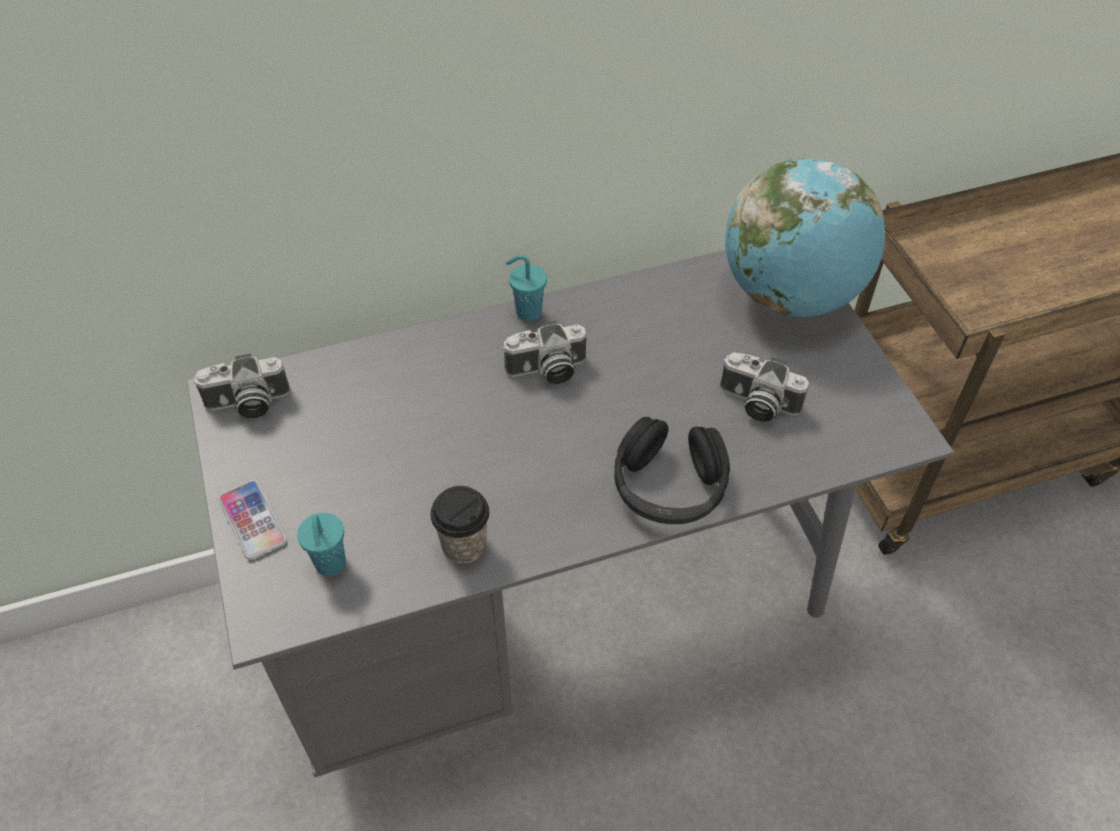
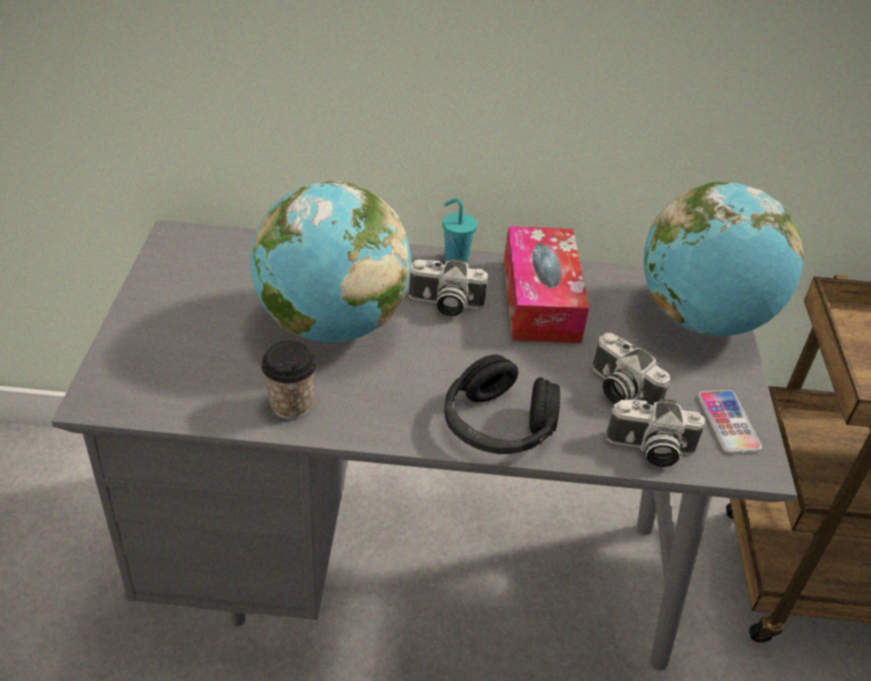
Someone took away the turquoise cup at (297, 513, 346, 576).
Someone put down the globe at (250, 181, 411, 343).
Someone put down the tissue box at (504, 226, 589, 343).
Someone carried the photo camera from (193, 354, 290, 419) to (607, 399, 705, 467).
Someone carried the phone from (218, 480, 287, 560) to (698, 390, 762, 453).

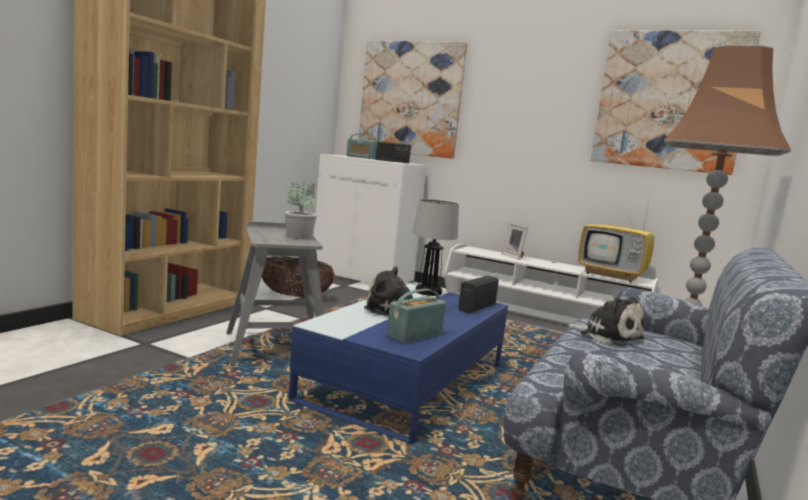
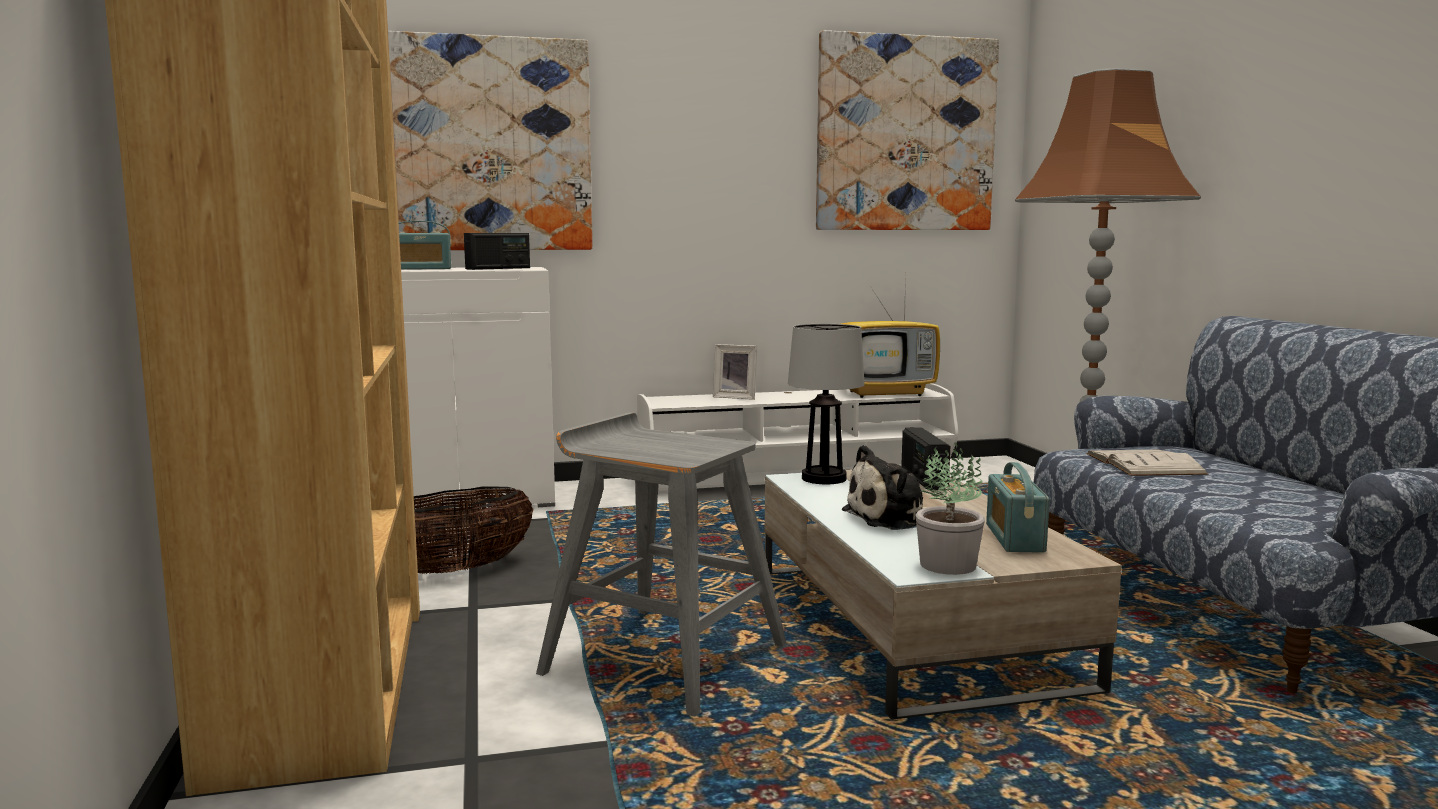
Someone carried the potted plant from (285, 182, 317, 239) to (916, 442, 985, 575).
Someone swapped the plush toy at (568, 297, 644, 347) for the white book at (1086, 450, 1208, 476).
Someone repainted the blue coffee table at (288, 284, 508, 444), which became the beige coffee table at (765, 470, 1122, 720).

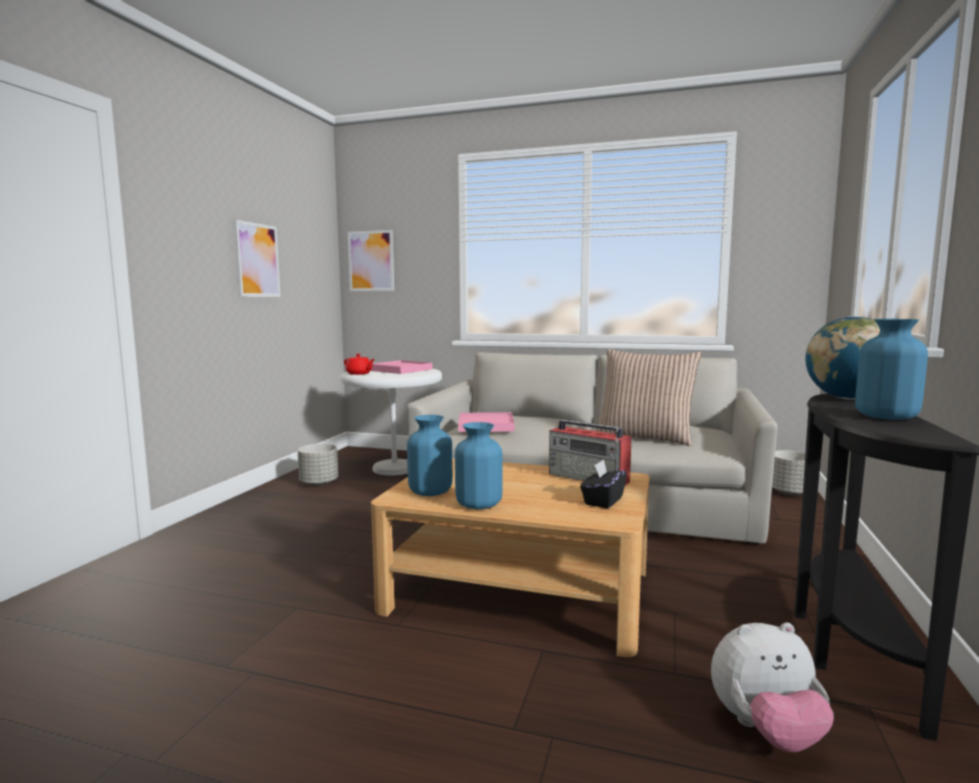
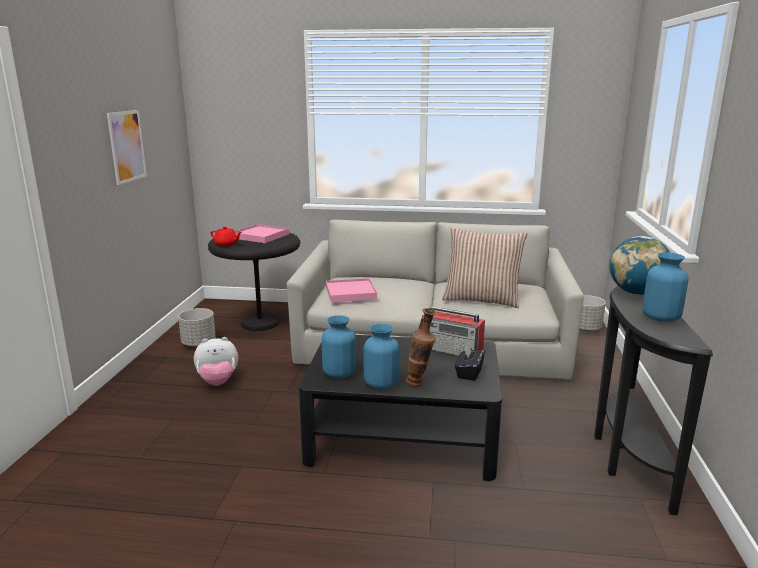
Someone took away the picture at (348, 230, 394, 291).
Someone put down the vase at (406, 308, 437, 387).
Someone carried the plush toy from (711, 623, 834, 752) to (194, 337, 238, 386).
Someone repainted the white side table at (340, 369, 442, 476), which became the black side table at (208, 233, 300, 331).
Someone repainted the beige coffee table at (371, 458, 650, 657), which became the black coffee table at (298, 335, 502, 481).

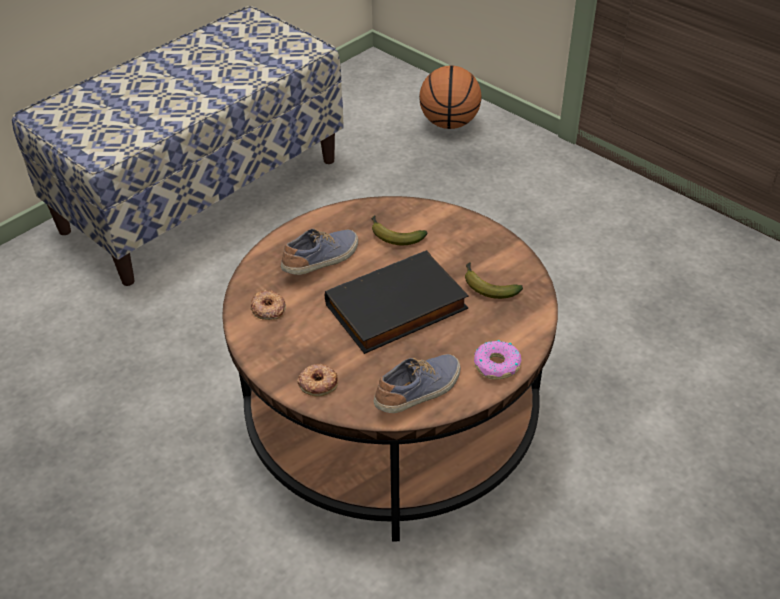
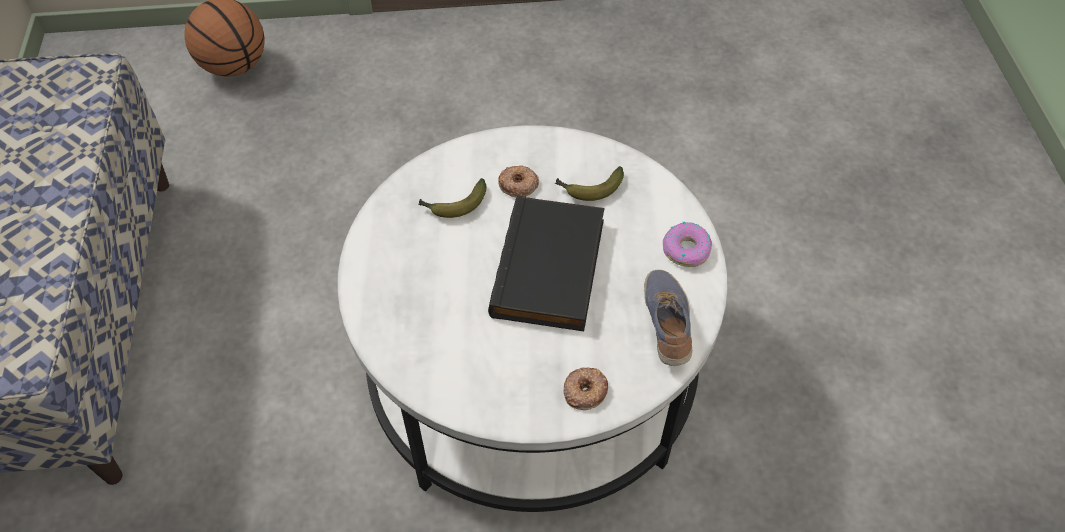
Someone took away the shoe at (281, 229, 358, 275).
Someone carried the donut from (250, 290, 286, 320) to (498, 165, 539, 198).
Someone repainted the brown coffee table at (222, 196, 558, 542), which became the white coffee table at (337, 125, 728, 512).

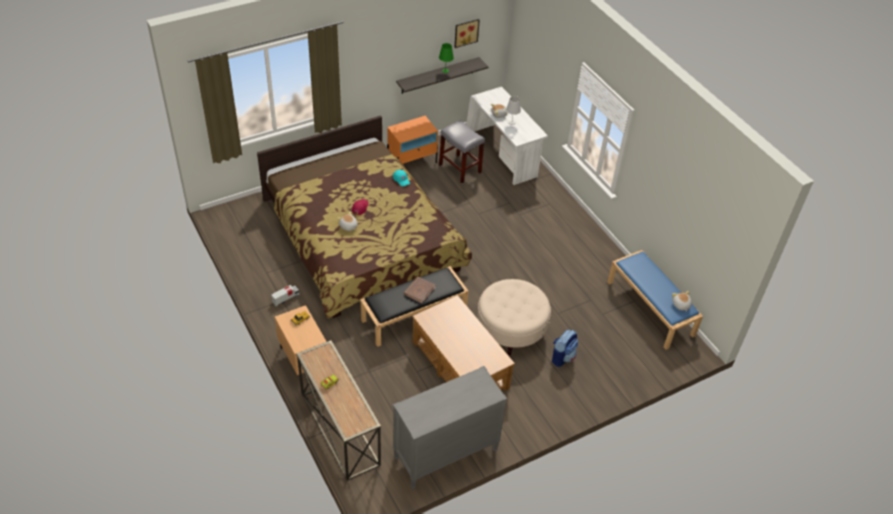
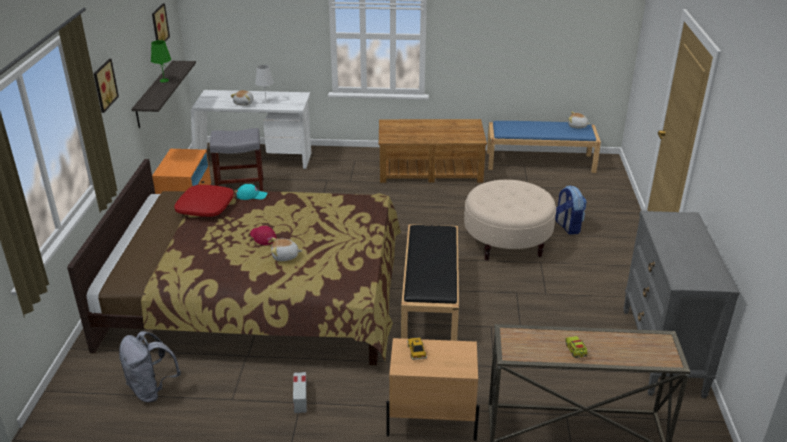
Someone took away the brown book at (404, 277, 436, 304).
Someone put up the picture at (94, 59, 119, 113).
Someone put down the grey backpack at (119, 331, 181, 402).
Someone put down the red pillow at (174, 185, 234, 217).
Someone carried the brown coffee table from (412, 295, 515, 391) to (379, 119, 487, 183).

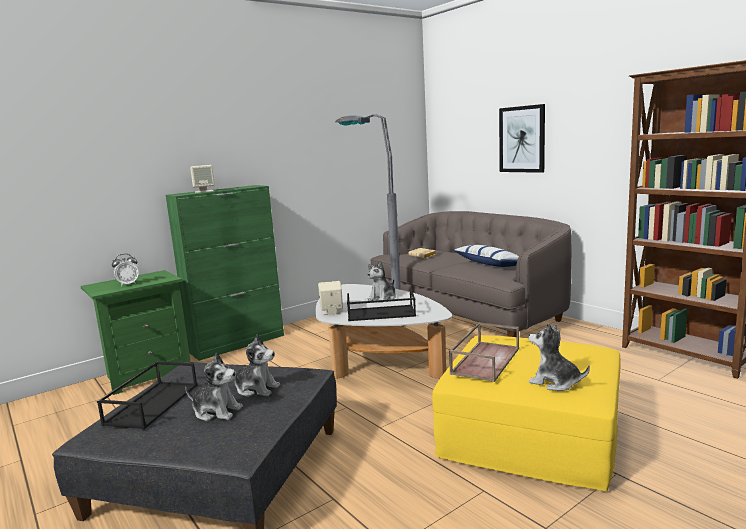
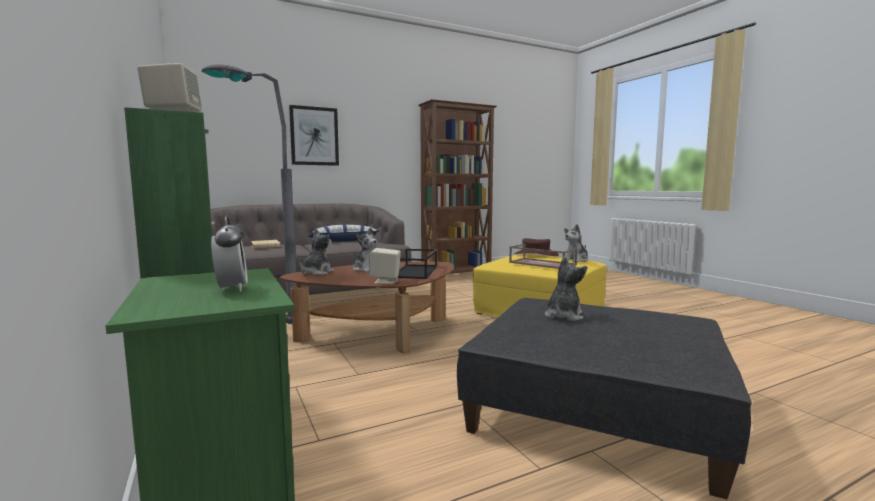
Someone took away the black tray at (97, 362, 197, 429).
Someone put down the brown hat at (514, 238, 559, 256).
Someone carried the plush toy from (185, 352, 243, 421) to (299, 229, 334, 275).
Someone repainted the white coffee table at (315, 284, 452, 379), which became the brown coffee table at (280, 262, 454, 353).

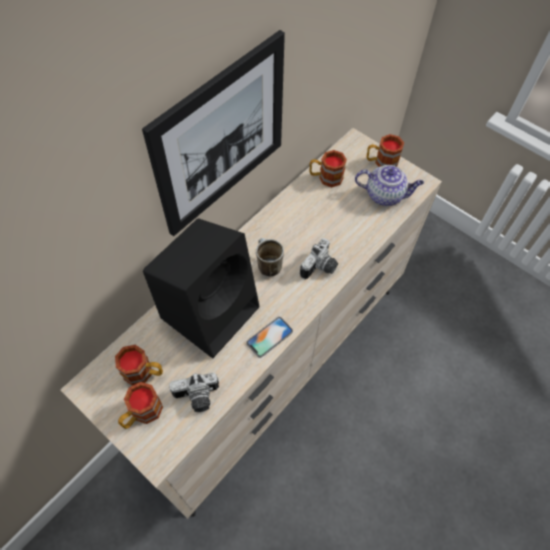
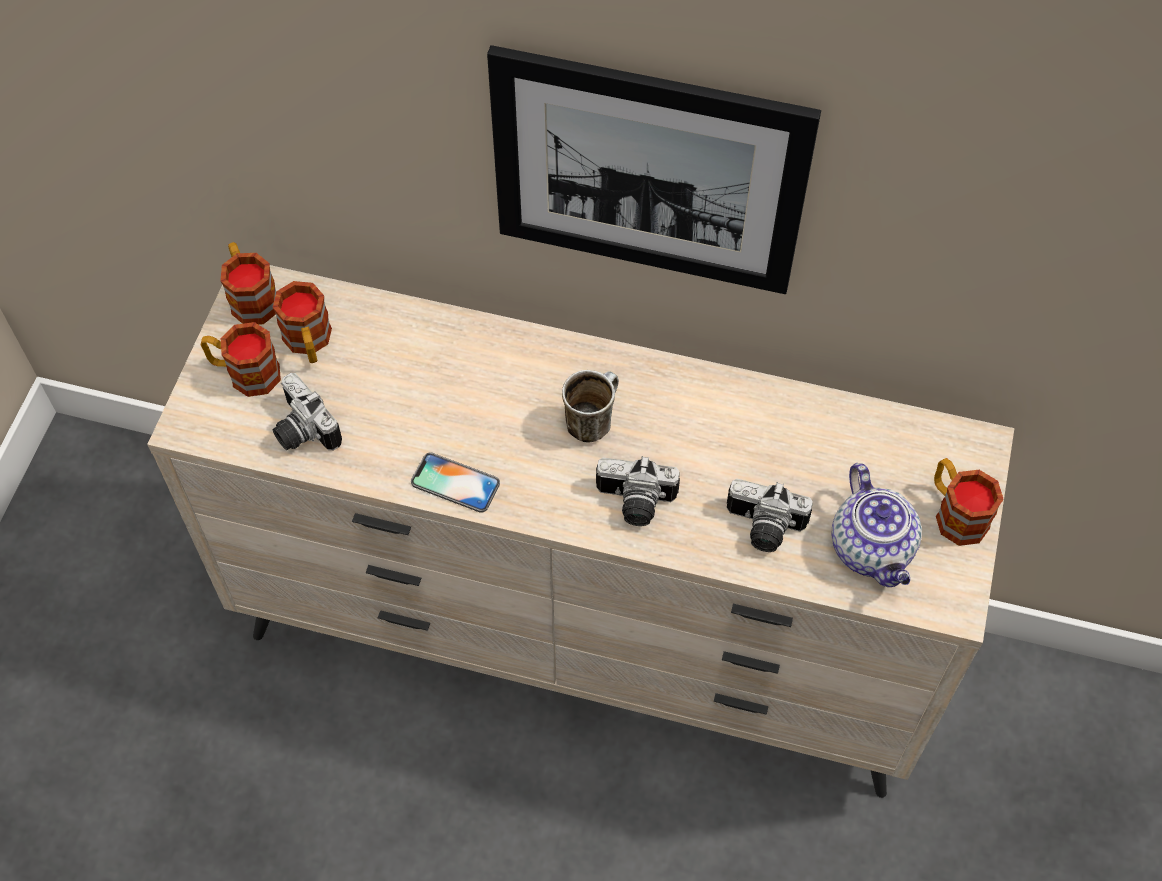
Someone took away the black speaker at (143, 218, 259, 358).
Someone put down the photo camera at (727, 479, 813, 552).
Someone carried the mug from (310, 150, 347, 187) to (221, 242, 276, 325).

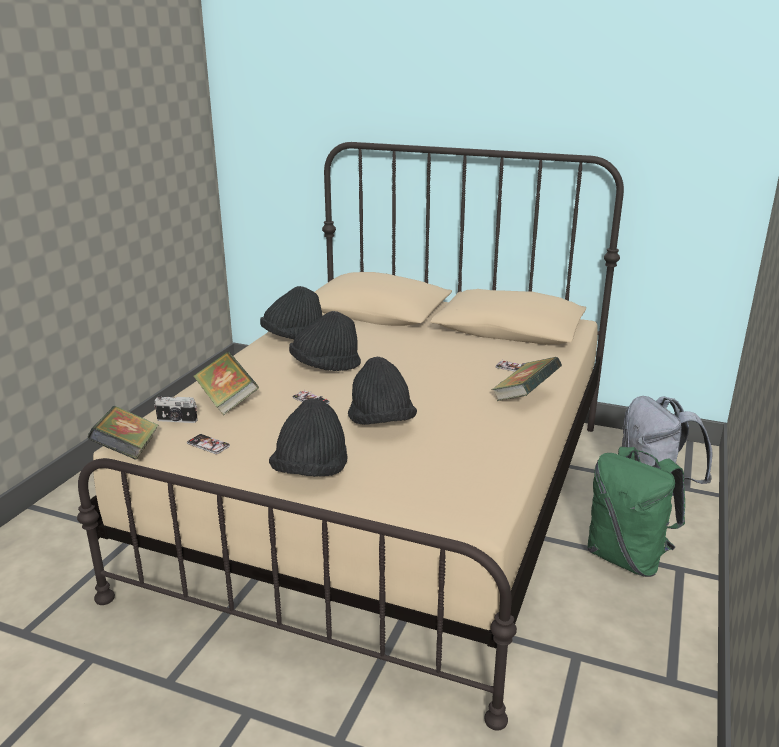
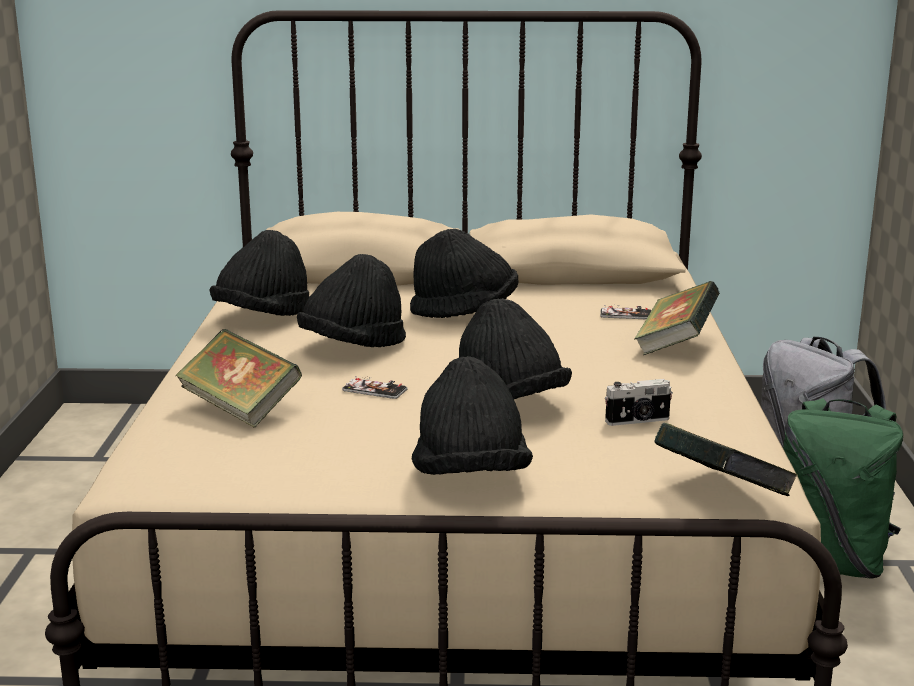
Someone took away the phone at (187, 434, 230, 454).
Someone put down the black hat at (410, 229, 519, 318).
Someone carried the book from (87, 406, 158, 460) to (654, 423, 798, 496).
Someone carried the photo camera from (154, 395, 198, 423) to (605, 379, 673, 426).

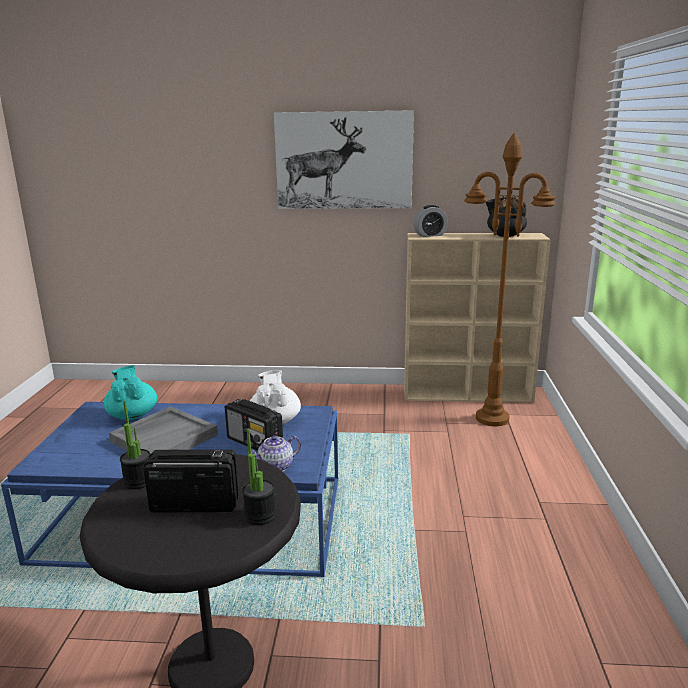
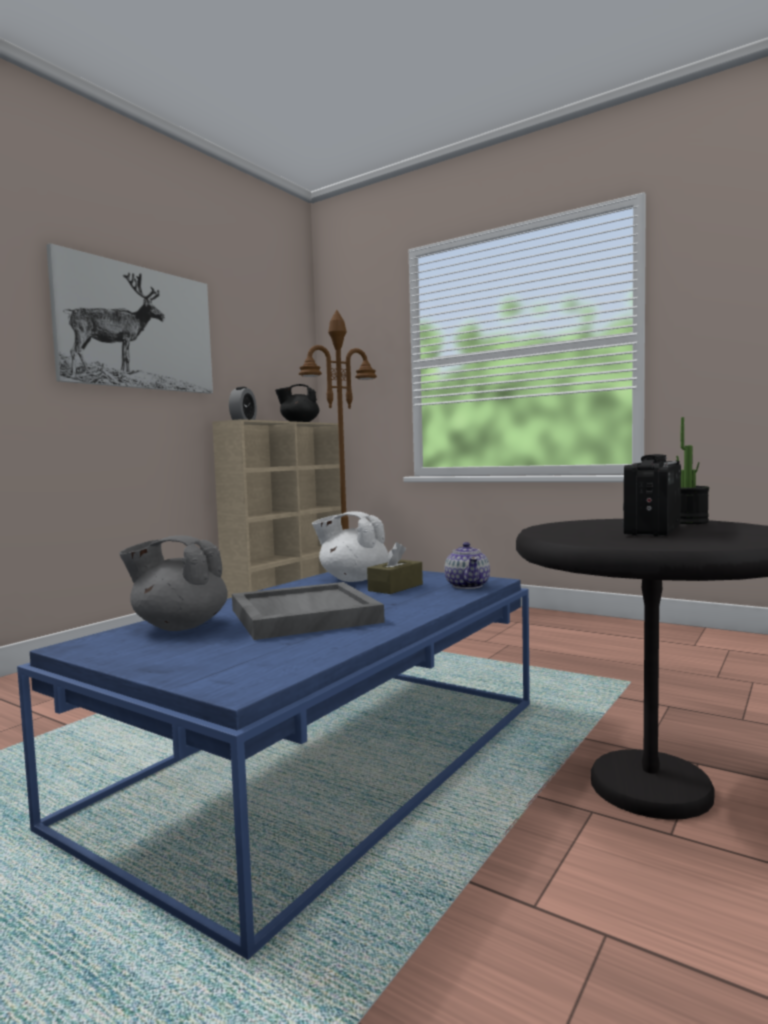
Someone took away the potted plant at (120, 401, 150, 489).
Someone swapped the radio at (225, 399, 283, 451) for the brown tissue box at (367, 542, 423, 594).
Someone repainted the turquoise teapot at (104, 365, 157, 420), which became the grey teapot at (119, 536, 228, 631).

